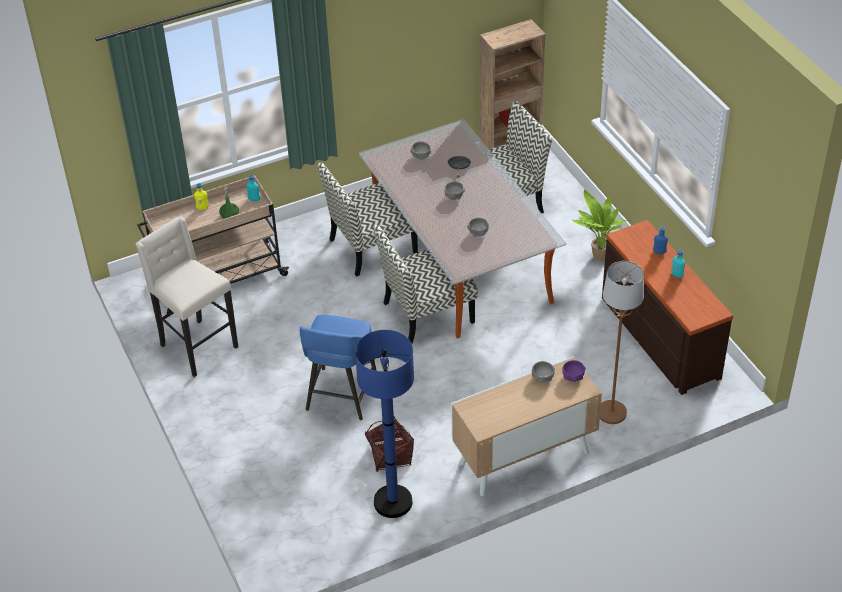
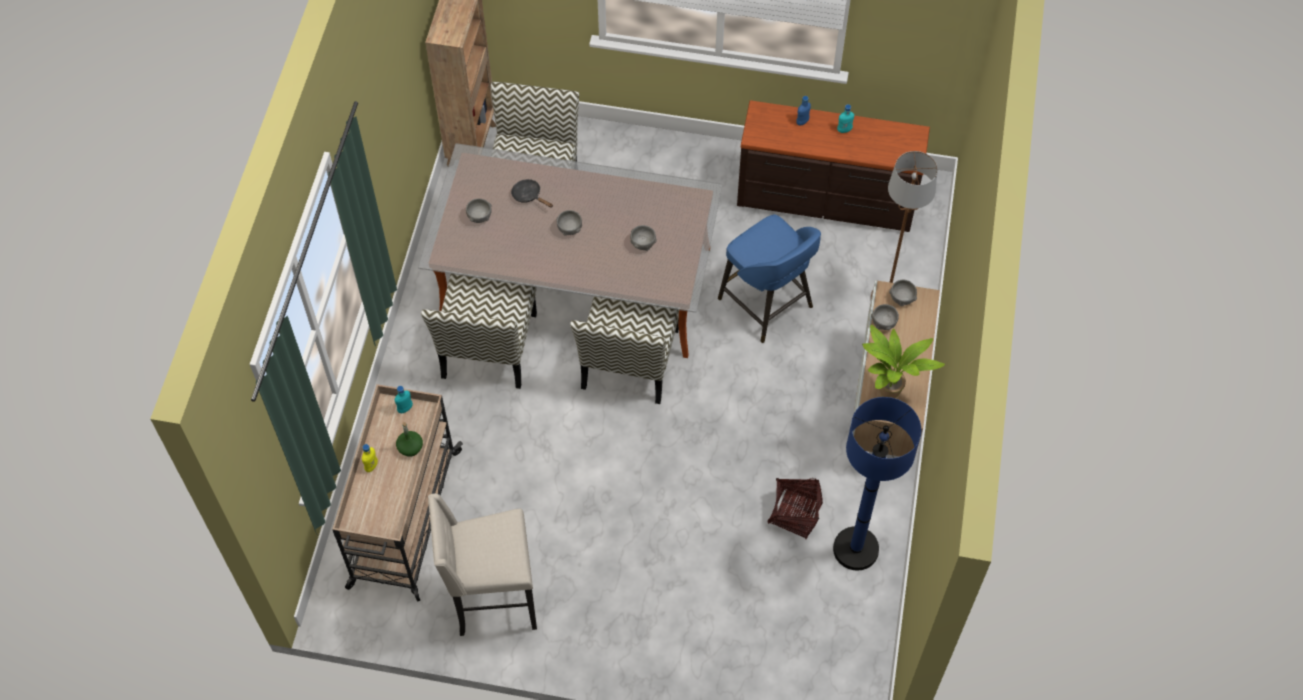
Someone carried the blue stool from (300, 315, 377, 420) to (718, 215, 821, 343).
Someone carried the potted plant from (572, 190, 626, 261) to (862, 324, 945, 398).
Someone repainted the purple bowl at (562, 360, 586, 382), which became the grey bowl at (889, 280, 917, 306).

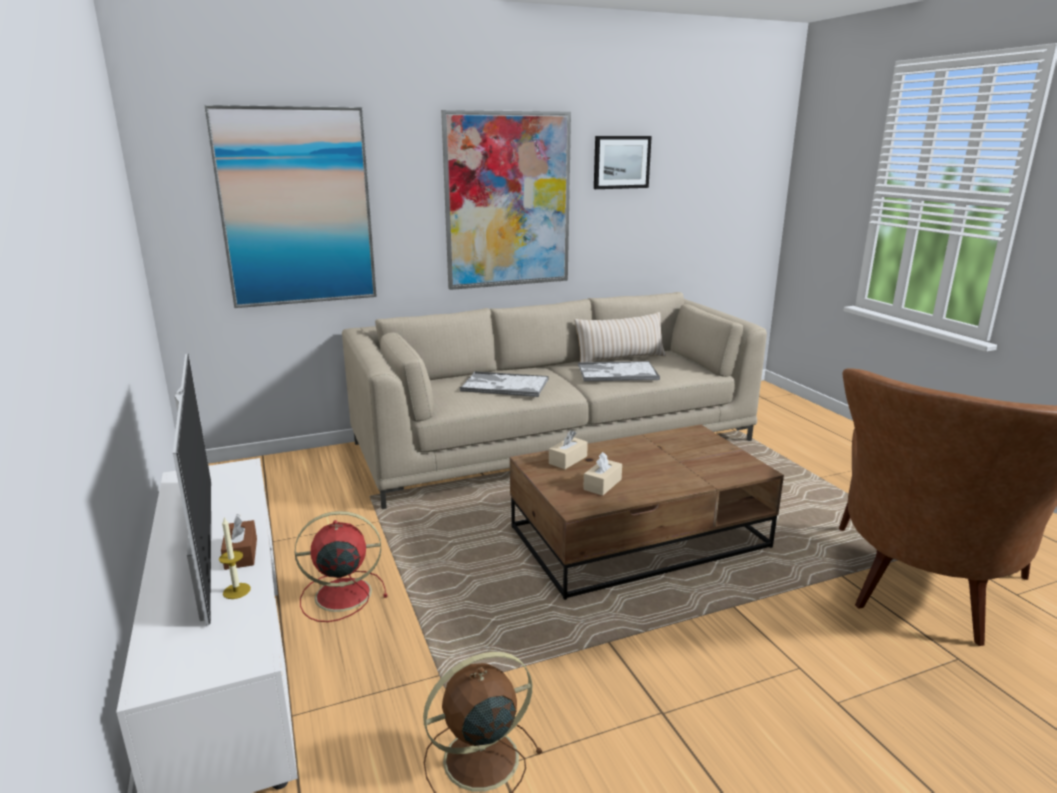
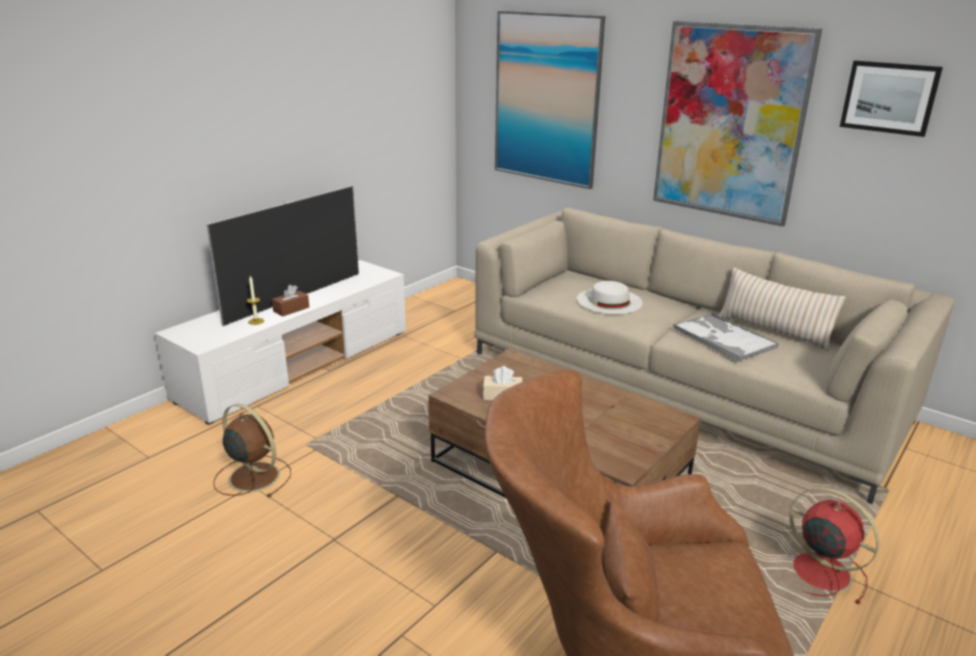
Someone took away the beige tissue box at (549, 430, 588, 469).
Someone carried the red fan from (295, 511, 387, 622) to (790, 487, 879, 604).
Someone swapped the tray at (460, 371, 548, 397) for the white hat at (577, 281, 643, 314).

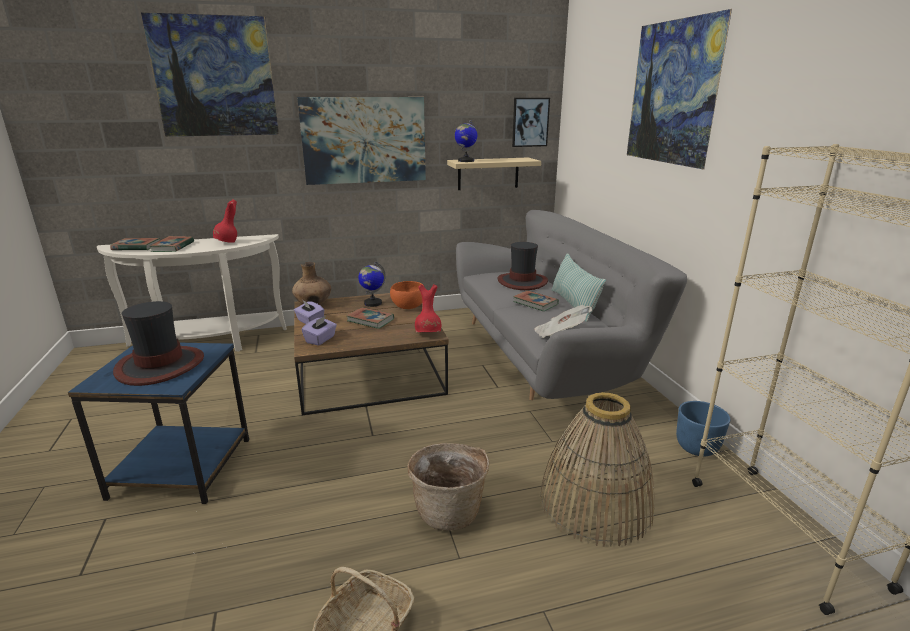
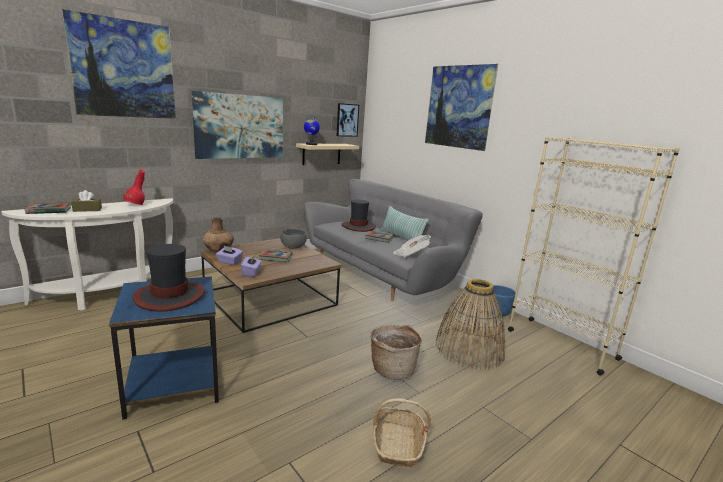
Someone took away the globe at (358, 262, 386, 307).
Someone took away the red vase at (415, 284, 441, 332).
Someone swapped the book at (149, 236, 194, 252) for the brown tissue box at (71, 190, 102, 212).
Someone repainted the orange bowl at (390, 281, 423, 309), which became the grey bowl at (280, 229, 307, 249).

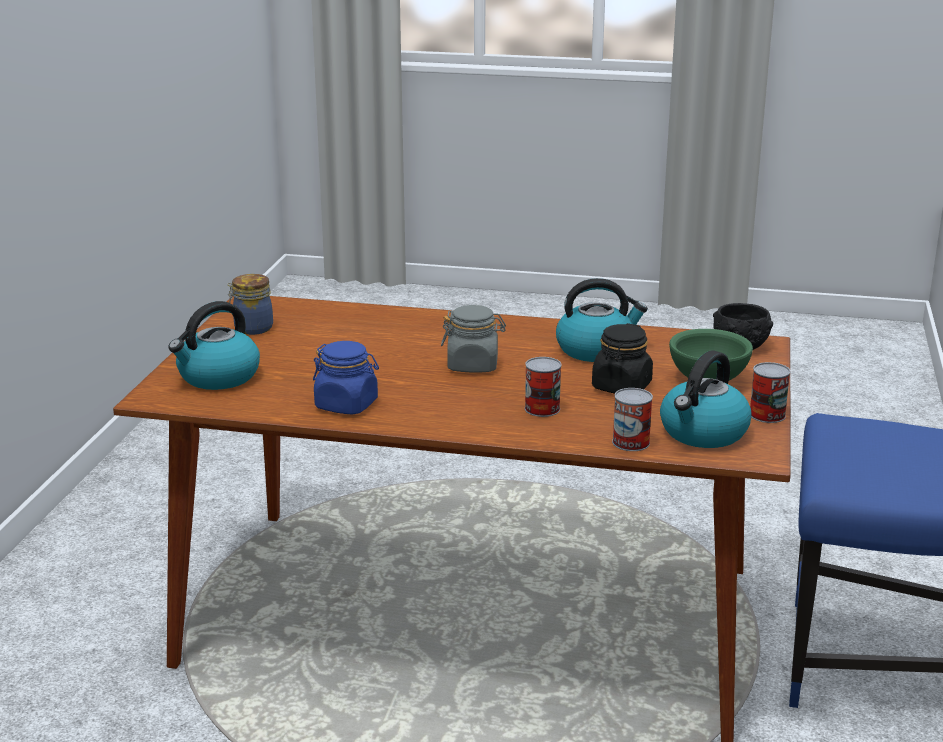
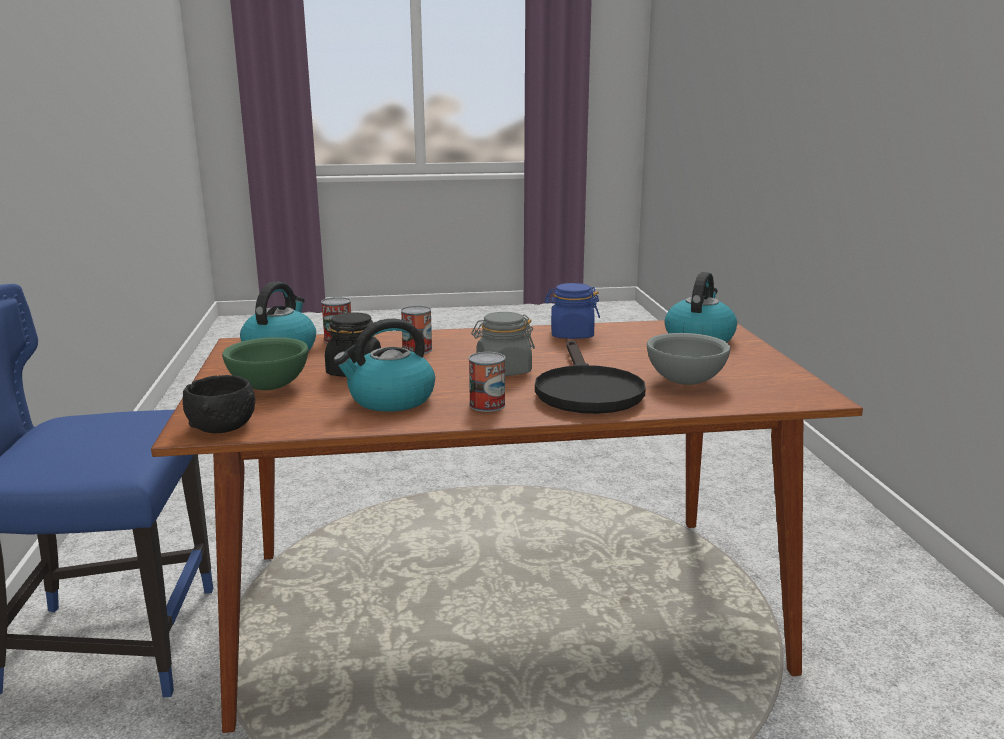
Someone took away the jar at (227, 274, 273, 335).
Someone put down the black frying pan at (535, 340, 646, 414).
Someone put down the grey bowl at (647, 333, 731, 385).
Someone carried the can from (750, 362, 791, 423) to (469, 352, 506, 412).

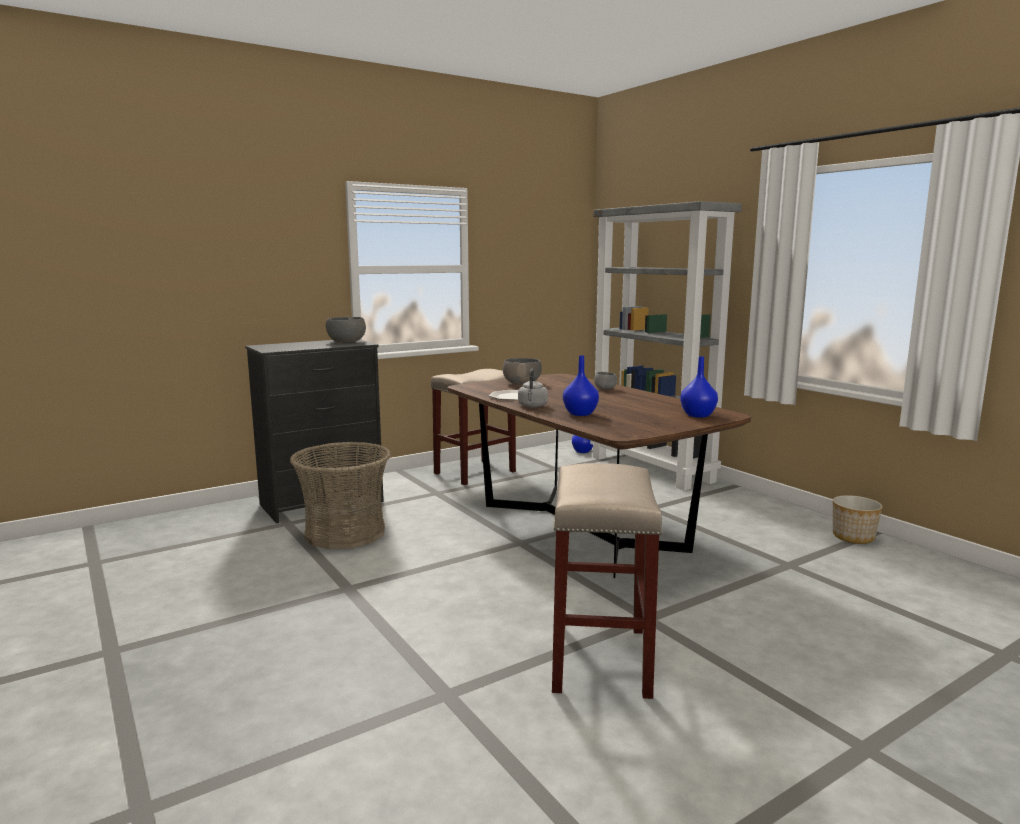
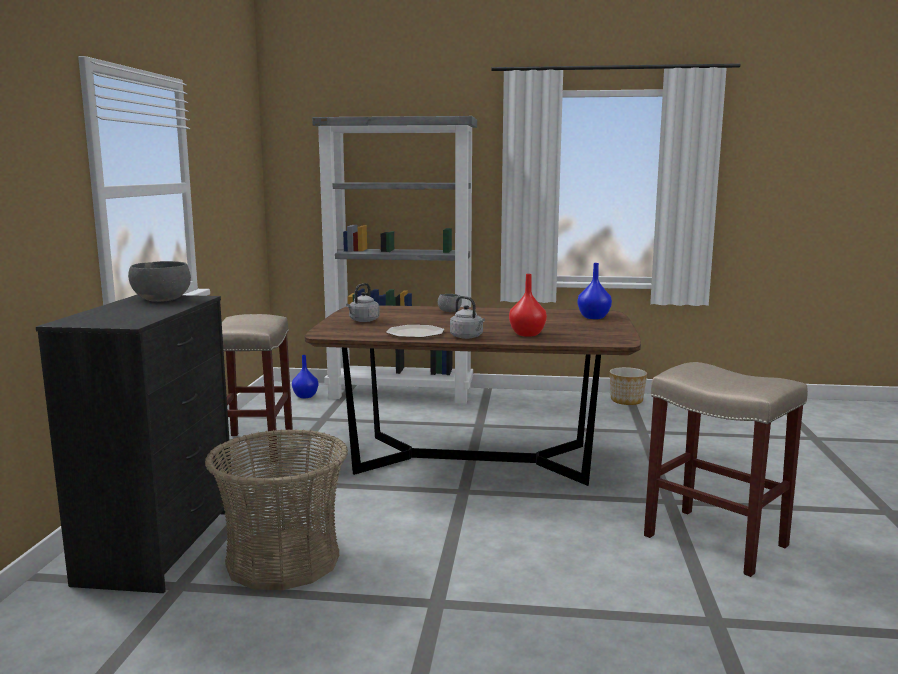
Someone swapped the grey bowl at (503, 358, 542, 385) for the grey kettle at (346, 283, 380, 322).
Someone repainted the blue vase at (563, 355, 599, 416), which became the red vase at (509, 274, 547, 337).

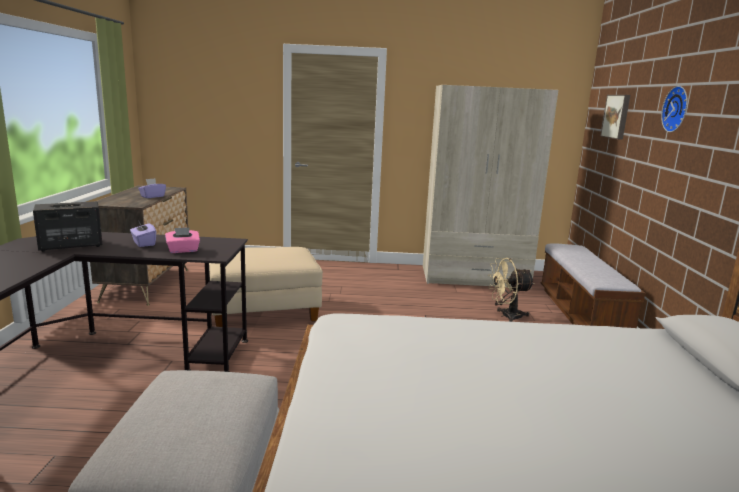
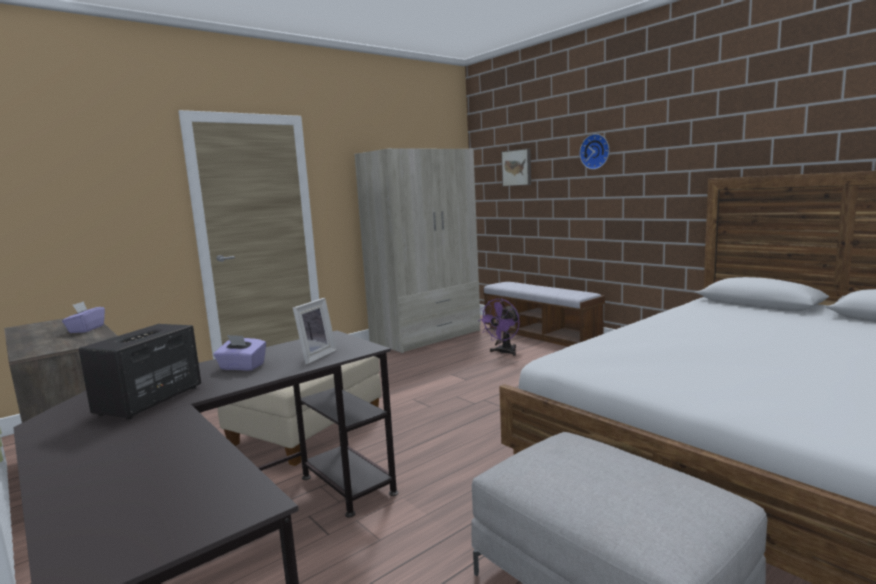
Someone swapped the pink tissue box at (165, 228, 200, 253) for the picture frame at (293, 298, 337, 364).
Someone repainted the beige fan at (488, 258, 535, 322), which became the purple fan at (478, 298, 521, 356).

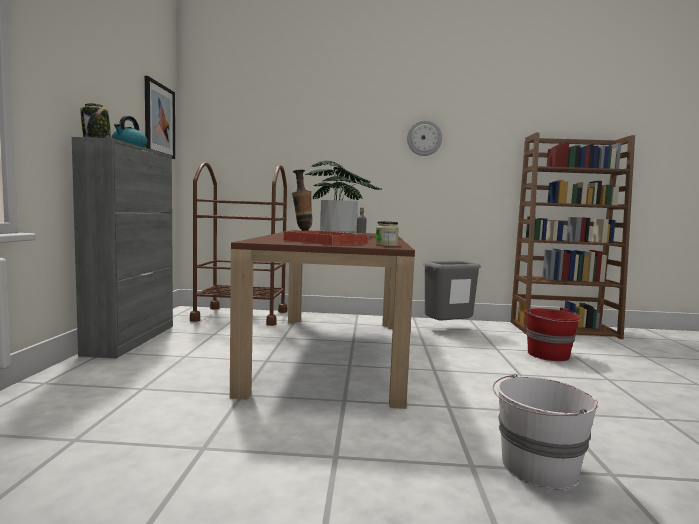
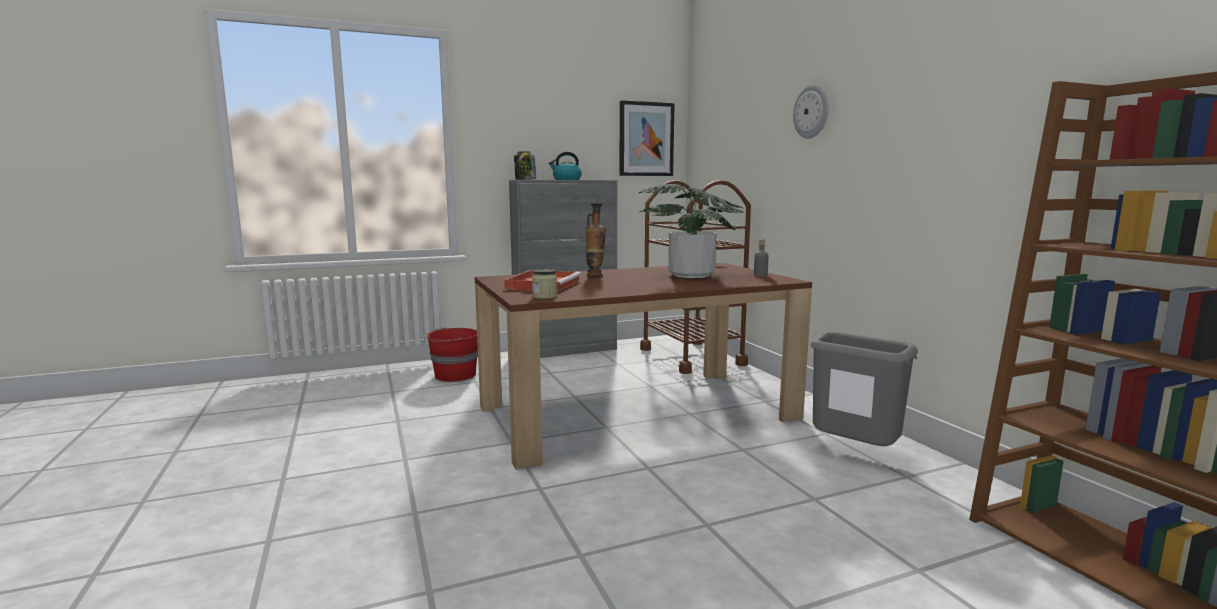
Someone took away the white bucket at (493, 374, 599, 489).
Someone carried the wall clock from (407, 120, 442, 156) to (793, 84, 829, 139).
Someone carried the red bucket from (525, 308, 582, 361) to (424, 327, 478, 382).

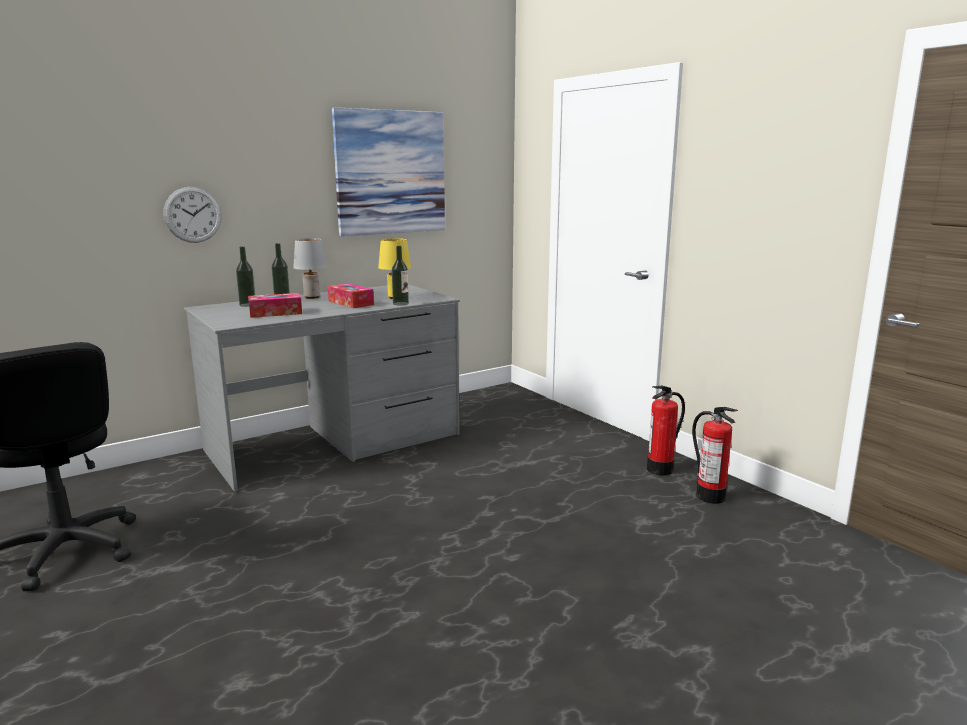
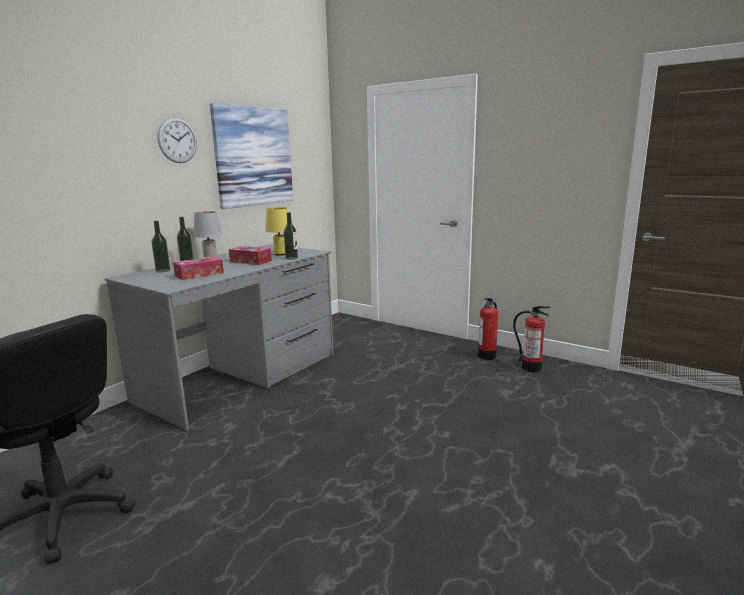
Someone carried the wall clock from (164, 187, 222, 243) to (157, 117, 197, 163).

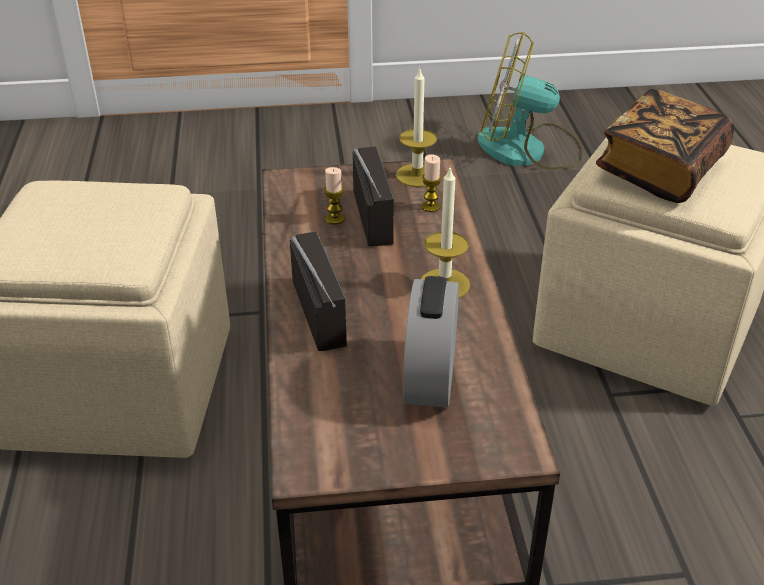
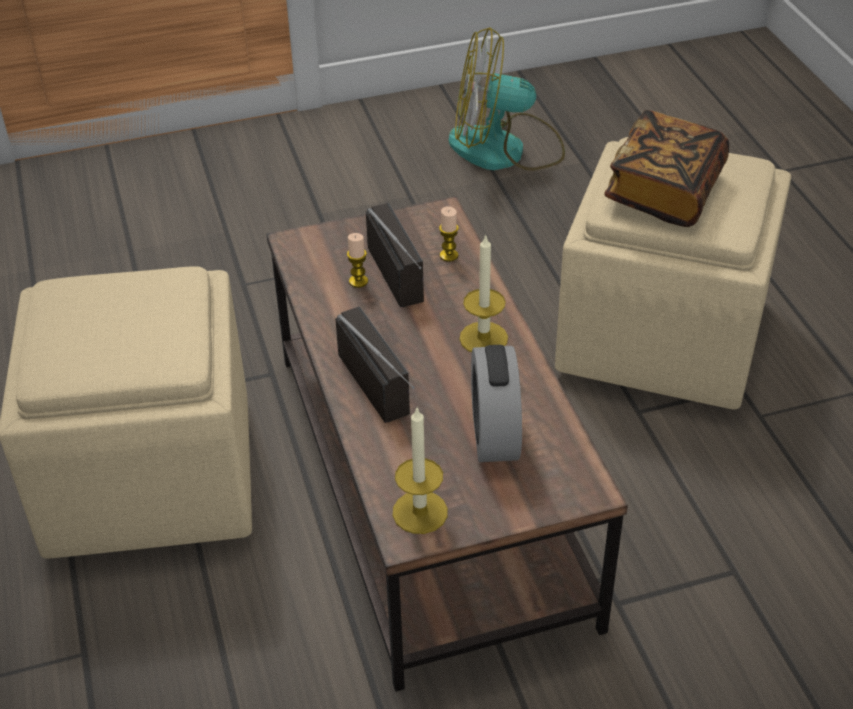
Someone carried the candle from (396, 69, 437, 187) to (393, 408, 448, 534).

